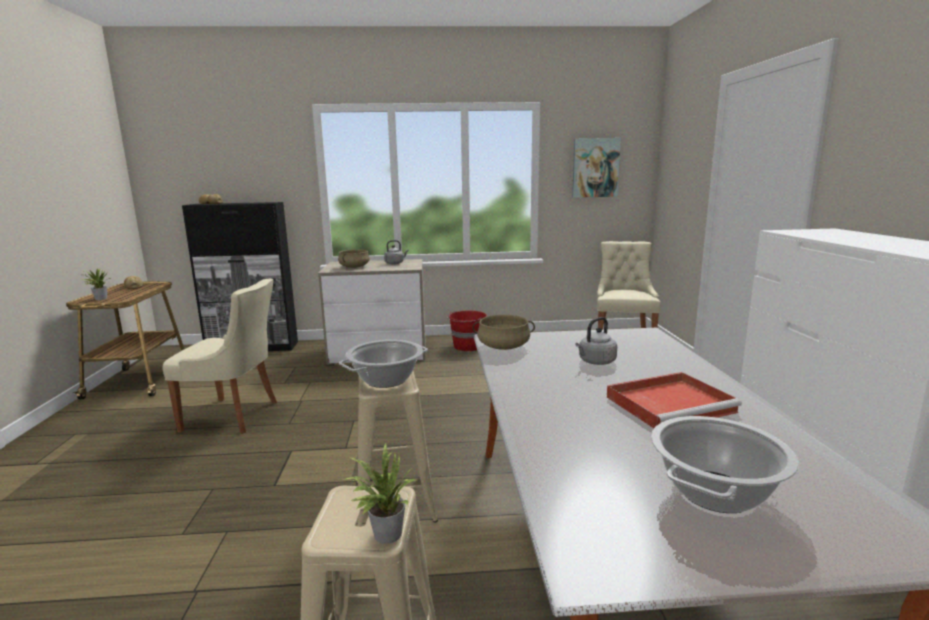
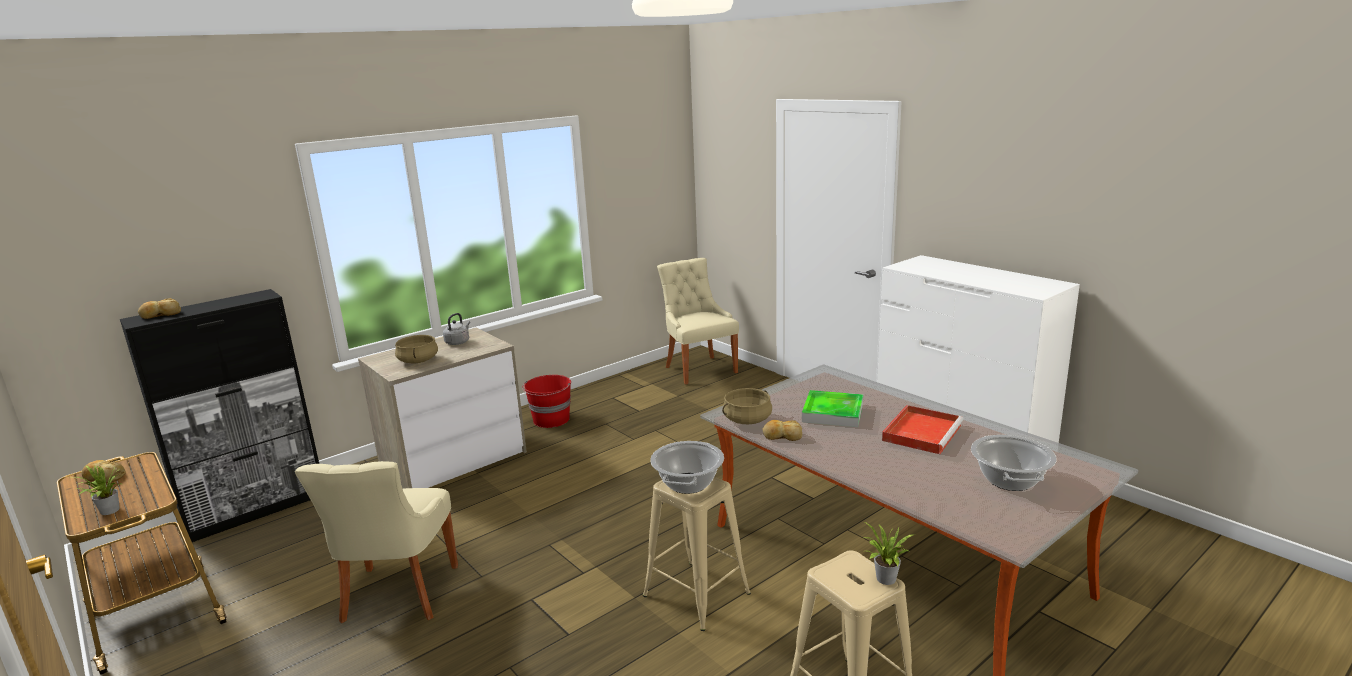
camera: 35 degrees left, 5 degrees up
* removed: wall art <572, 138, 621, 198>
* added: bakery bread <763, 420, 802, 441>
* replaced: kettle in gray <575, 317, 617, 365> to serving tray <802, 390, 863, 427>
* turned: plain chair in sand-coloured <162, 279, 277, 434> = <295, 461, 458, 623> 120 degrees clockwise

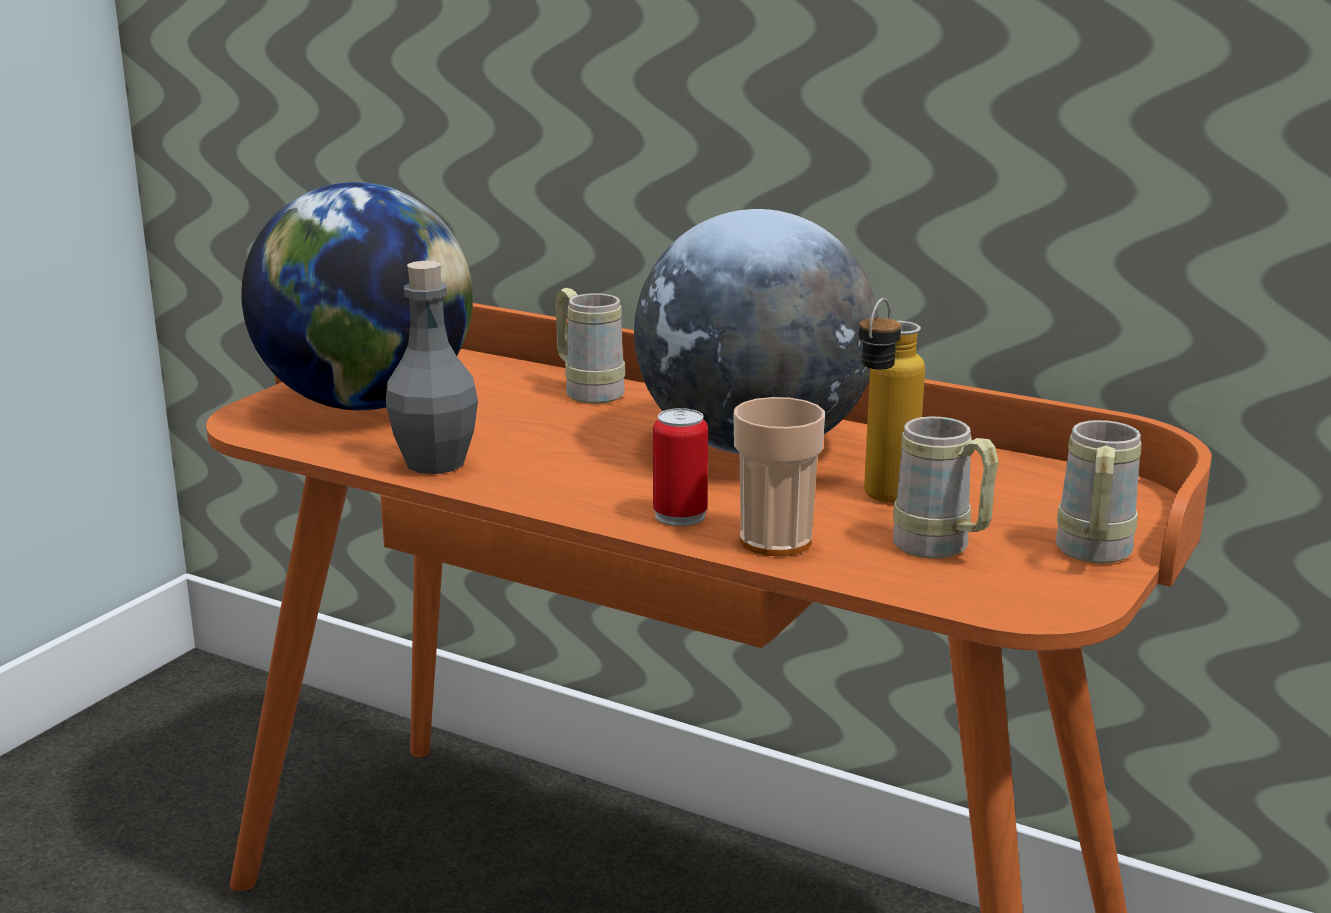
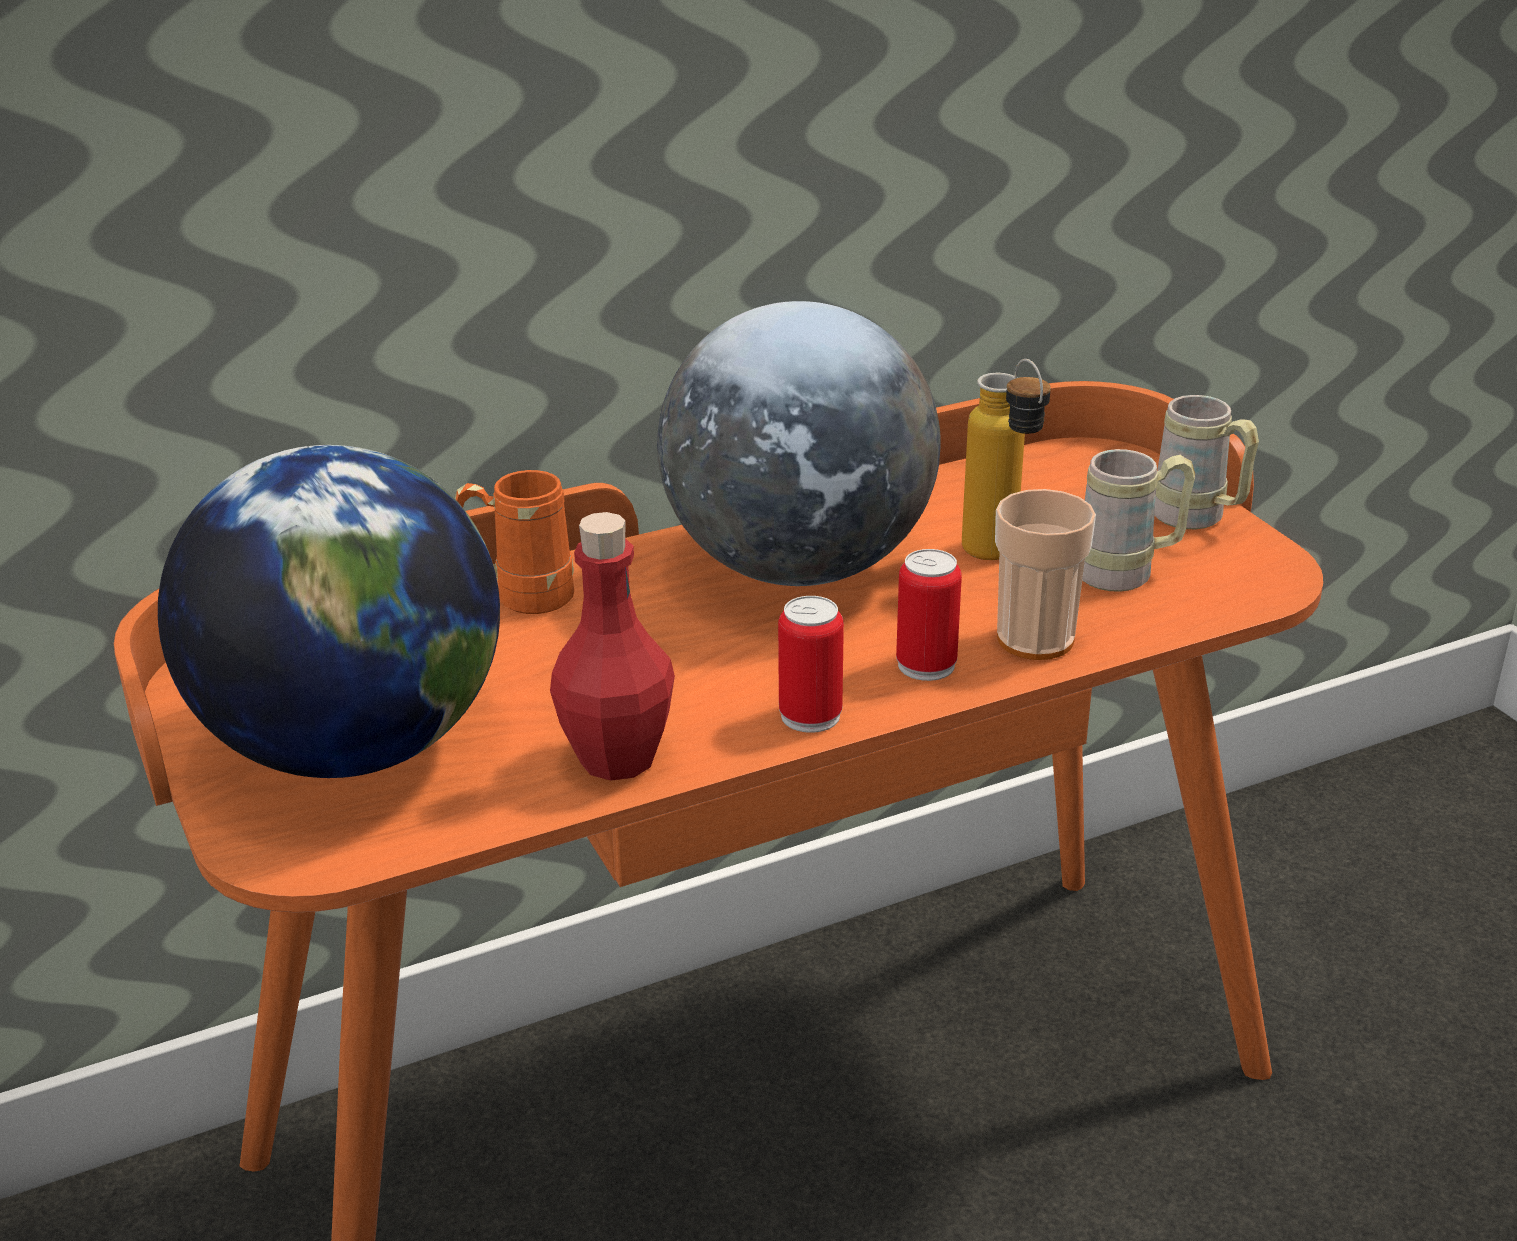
camera: 55 degrees left, 10 degrees up
* added: sealed can <778, 596, 844, 733>
* recoloured: drink bottle in gray <386, 261, 478, 474> to drink bottle in reddish <550, 512, 675, 781>
* recoloured: coffee mug in sand-coloured <555, 288, 625, 404> to coffee mug in orangey <455, 470, 574, 614>

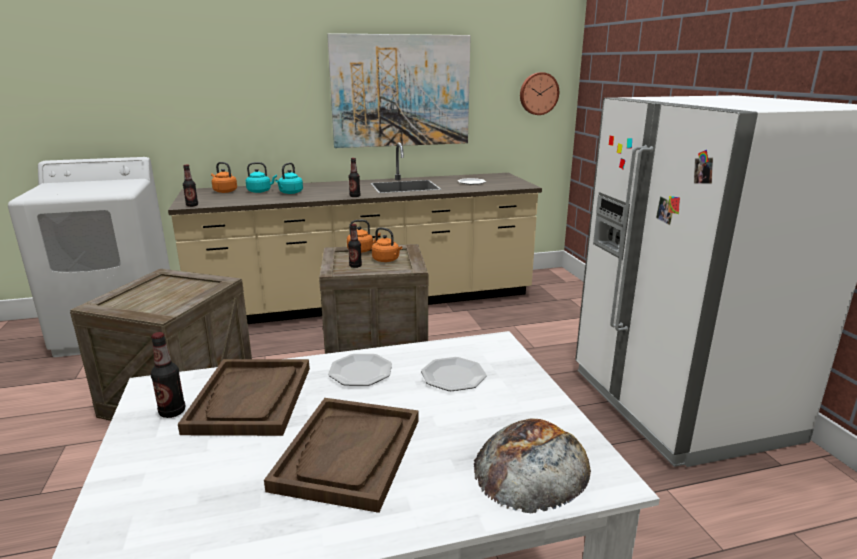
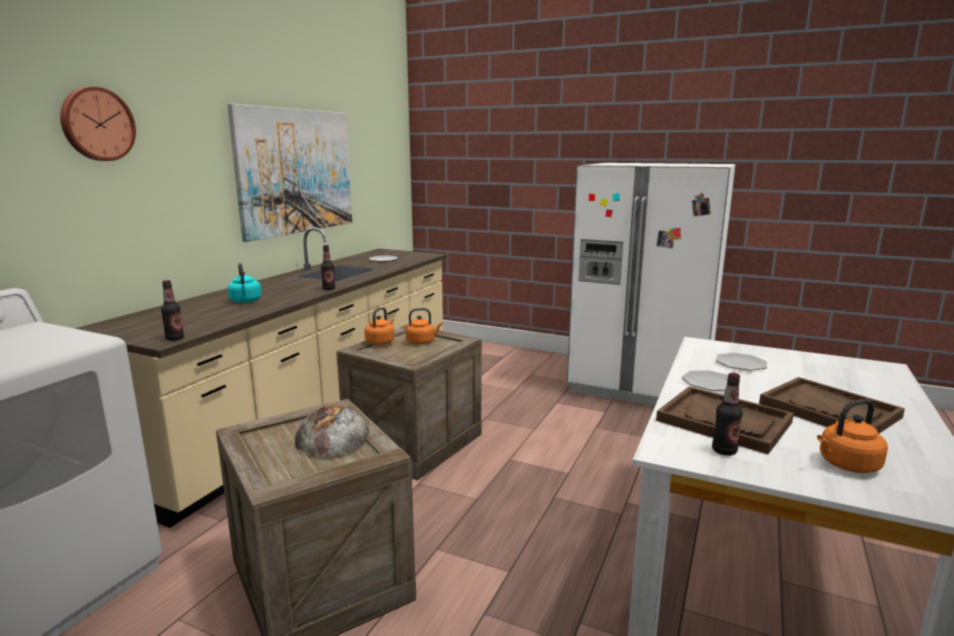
camera: 50 degrees left, 5 degrees down
* removed: kettle in blue-green <246, 162, 277, 193>
* removed: drink bottle <348, 224, 362, 268>
* moved: kettle in orangey <211, 162, 237, 193> to <817, 399, 888, 473>
* moved: bakery bread <474, 419, 591, 513> to <295, 406, 369, 457>
* moved: clock on the wall <520, 72, 559, 115> to <60, 87, 136, 161>

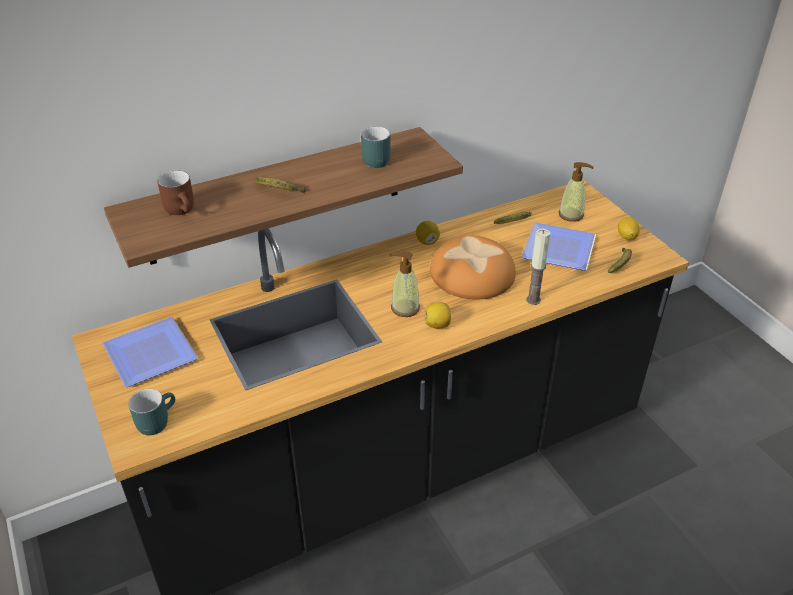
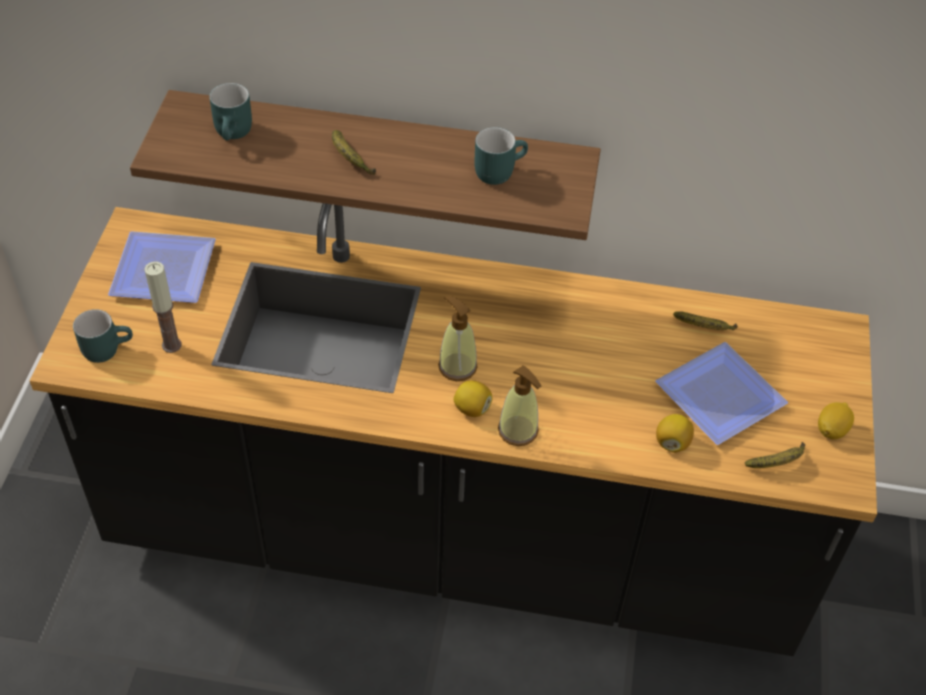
camera: 35 degrees right, 10 degrees up
* removed: bakery bread <430, 235, 516, 299>
* moved: citrus fruit <416, 221, 440, 245> to <656, 414, 694, 453>
* moved: wax candle <526, 229, 550, 305> to <144, 262, 182, 353>
* moved: soap dispenser <558, 162, 593, 222> to <498, 365, 541, 446>
* recoloured: coffee mug in brownish <157, 171, 194, 215> to coffee mug in blue-green <209, 83, 252, 140>

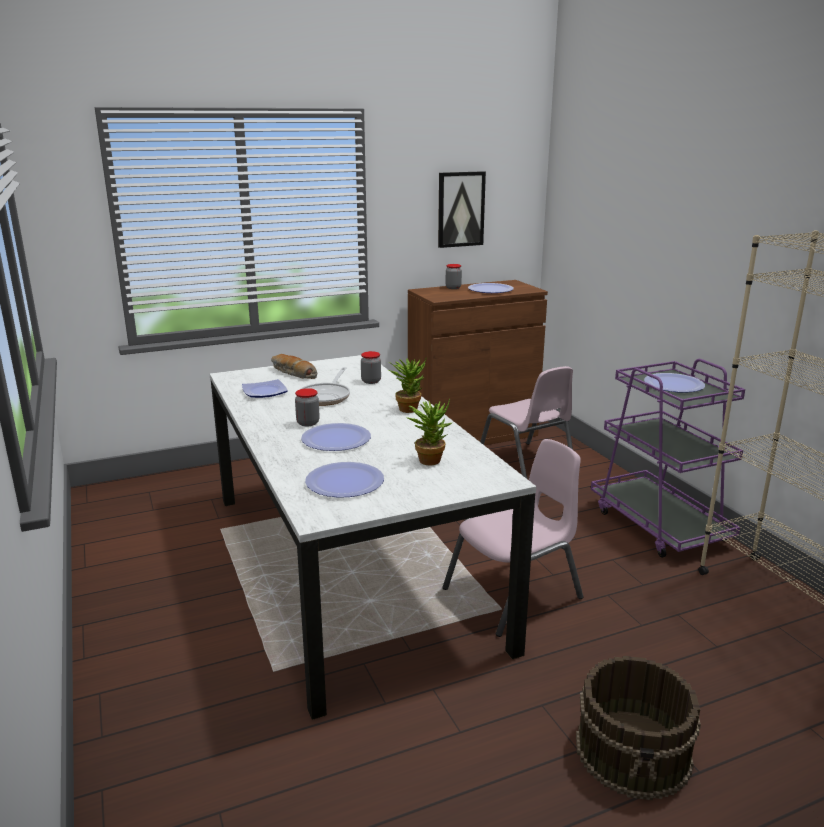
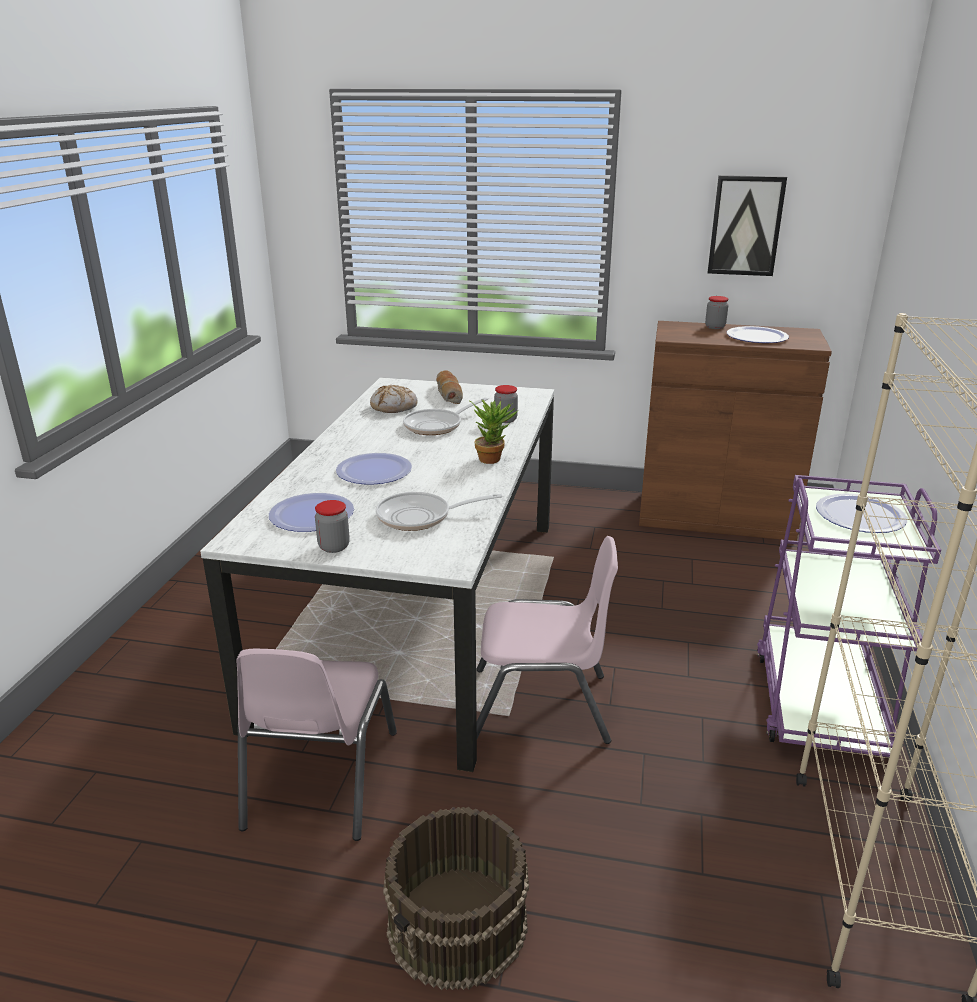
camera: 35 degrees right, 5 degrees up
* moved: preserve jar <295, 388, 320, 426> to <315, 500, 350, 553>
* moved: plain chair in pink-coloured <480, 366, 573, 479> to <236, 649, 397, 841>
* replaced: flat dish <242, 379, 288, 398> to bakery bread <370, 385, 417, 413>
* replaced: houseplant <406, 399, 452, 466> to pan <376, 492, 503, 531>

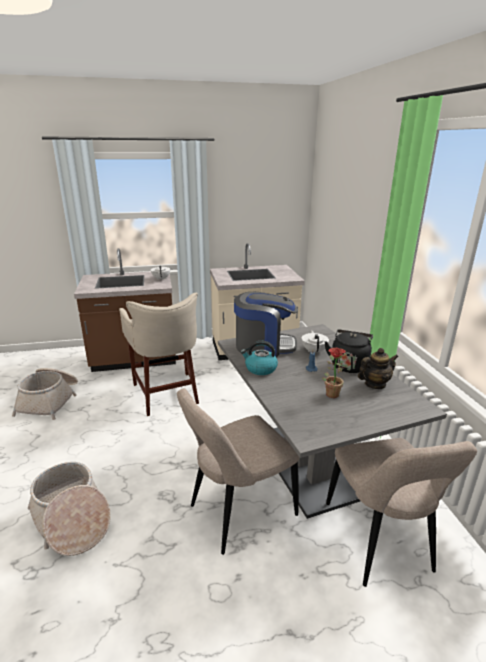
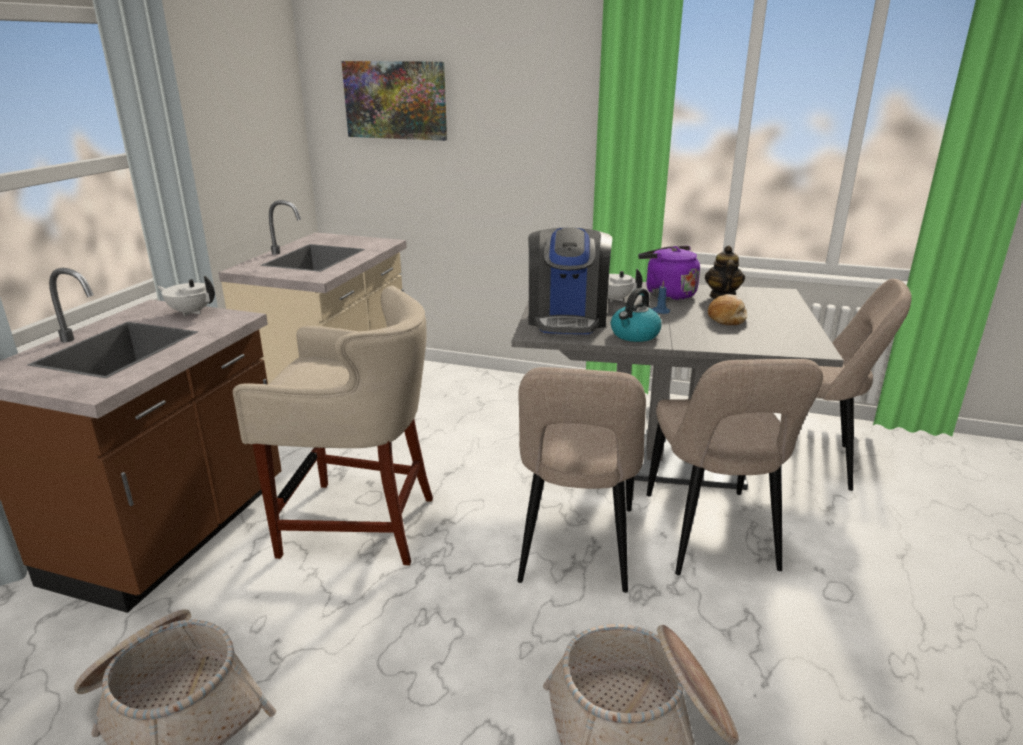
camera: 60 degrees left, 0 degrees up
* added: wall art <342, 61, 447, 141>
* added: plain chair in sand-coloured <518, 367, 646, 593>
* replaced: houseplant <322, 348, 348, 398> to bakery bread <708, 294, 748, 325>
* recoloured: kettle in black <324, 330, 373, 373> to kettle in purple-coloured <638, 246, 700, 300>
* turned: coffee machine <234, 292, 298, 357> = <528, 227, 612, 334> 150 degrees clockwise

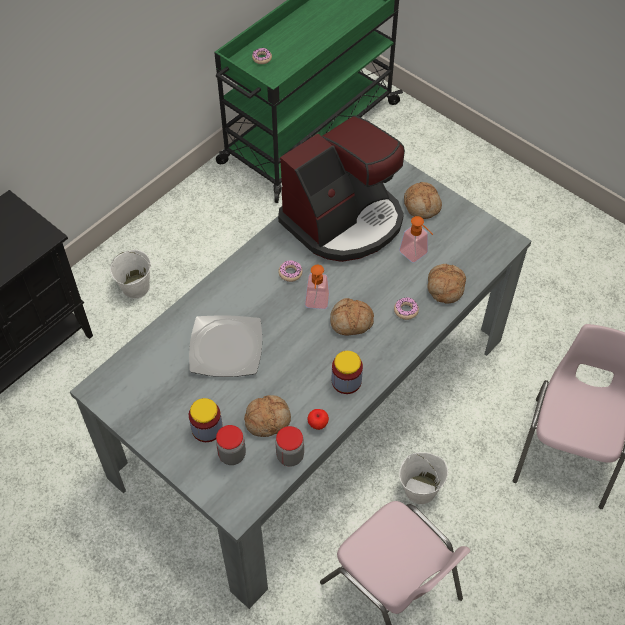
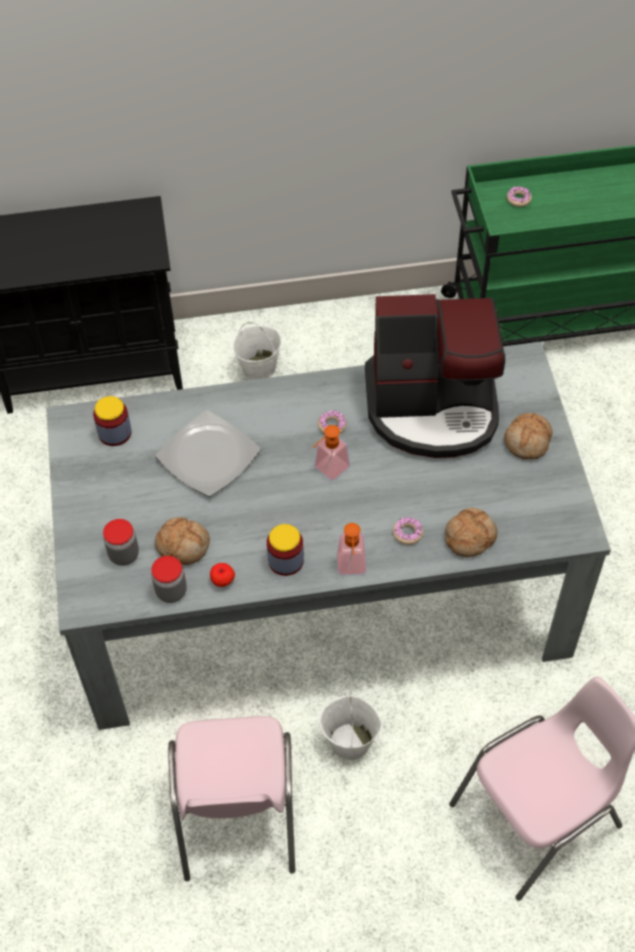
camera: 40 degrees right, 0 degrees up
* removed: bakery bread <330, 298, 374, 336>
* moved: preserve jar <189, 398, 223, 442> to <93, 396, 132, 446>
* moved: soap dispenser <399, 216, 433, 263> to <337, 523, 367, 575>

